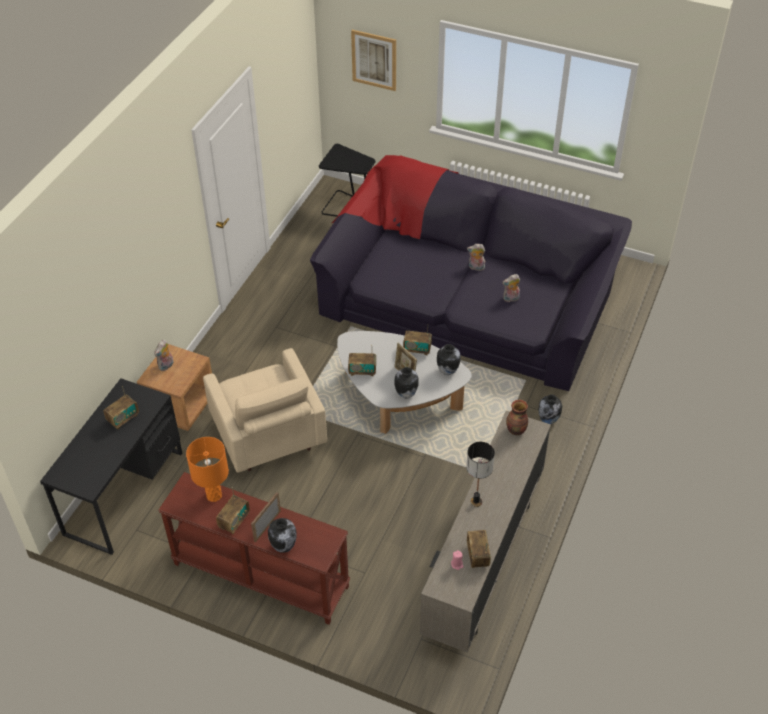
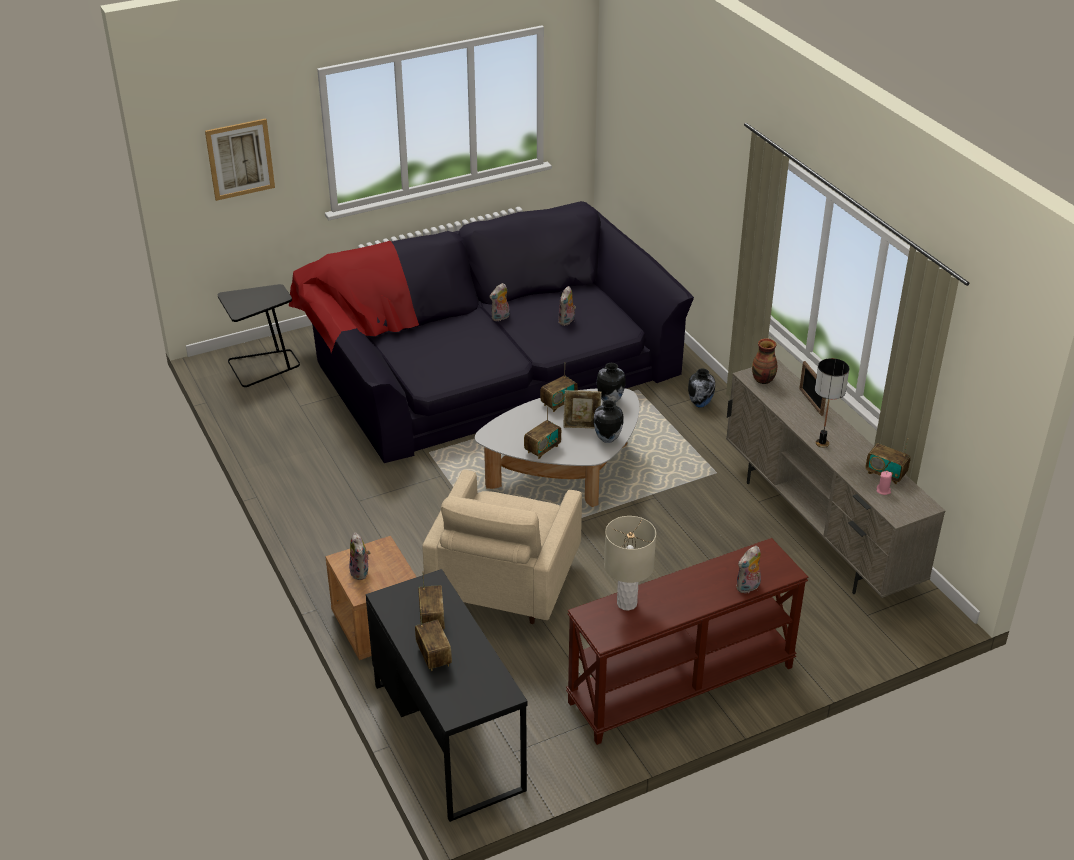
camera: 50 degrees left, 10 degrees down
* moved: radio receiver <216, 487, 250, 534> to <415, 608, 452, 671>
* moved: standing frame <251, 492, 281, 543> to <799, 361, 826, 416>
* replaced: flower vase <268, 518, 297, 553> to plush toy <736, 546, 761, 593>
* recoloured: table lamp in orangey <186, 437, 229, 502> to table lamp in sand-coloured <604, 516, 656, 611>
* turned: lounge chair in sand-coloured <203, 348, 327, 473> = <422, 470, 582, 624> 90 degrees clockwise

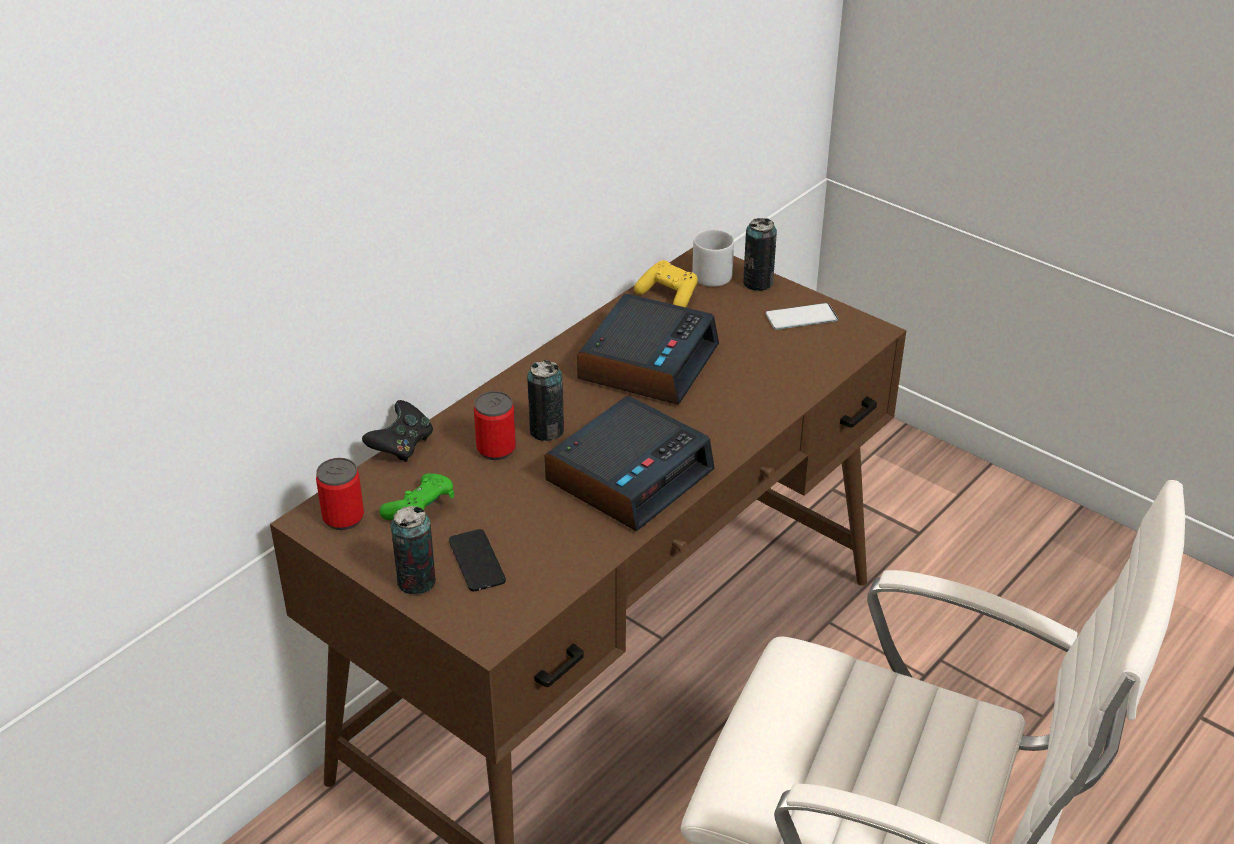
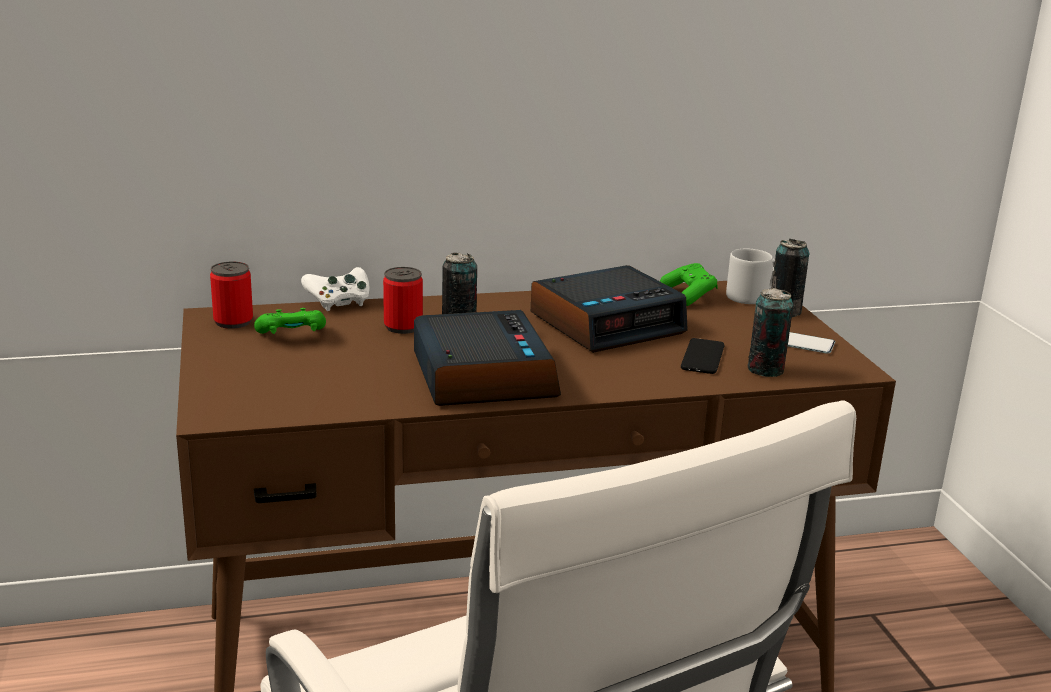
camera: 35 degrees right, 15 degrees down
* moved: sealed can <391, 506, 436, 595> to <747, 288, 793, 377>
* moved: telephone <449, 529, 506, 591> to <681, 338, 724, 374>
* recoloured: joypad in black <362, 400, 433, 462> to joypad in white <301, 267, 370, 311>
* recoloured: joypad in yellow-coloured <634, 260, 698, 307> to joypad in greenish <660, 263, 718, 306>
* turned: table clock <545, 396, 715, 532> = <414, 310, 561, 406> 90 degrees counterclockwise

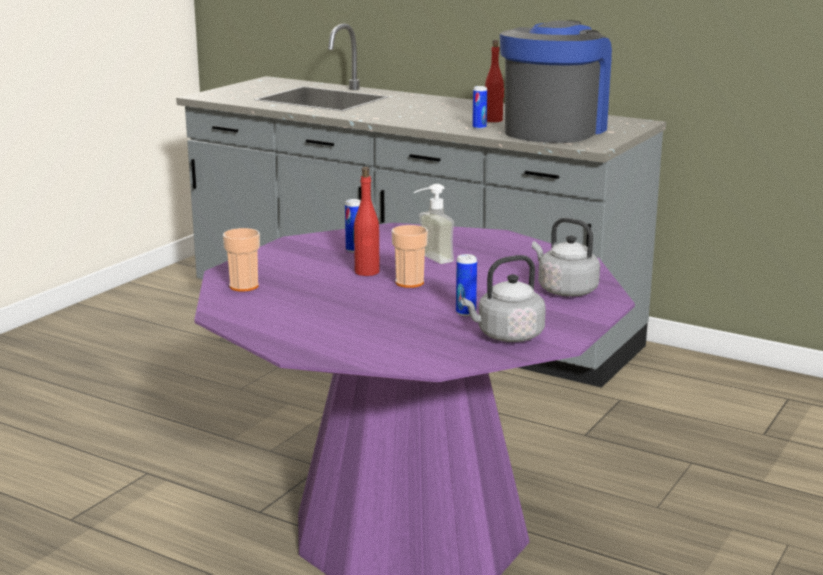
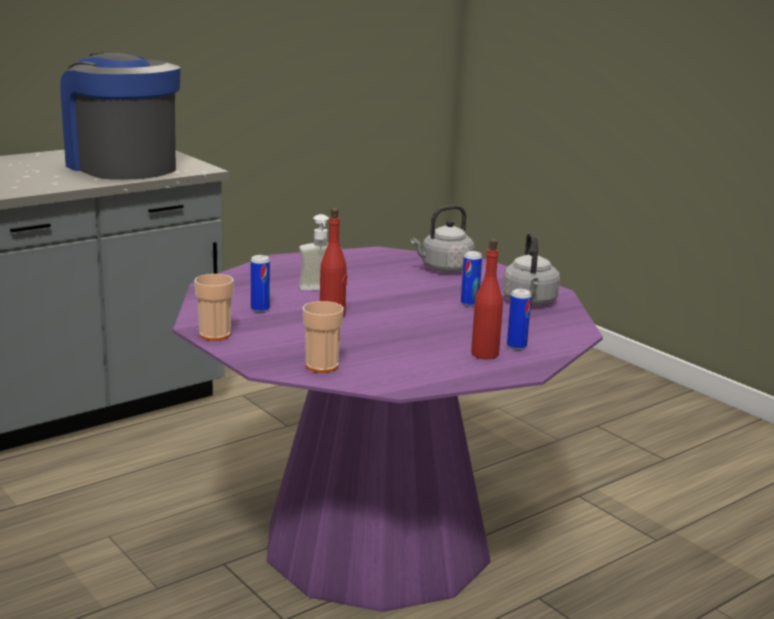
camera: 70 degrees left, 0 degrees up
* moved: cup <392, 225, 428, 288> to <194, 274, 234, 341>
* moved: sealed can <472, 86, 487, 129> to <507, 289, 531, 350>
* moved: drink bottle in reddish <485, 40, 504, 122> to <471, 239, 503, 359>

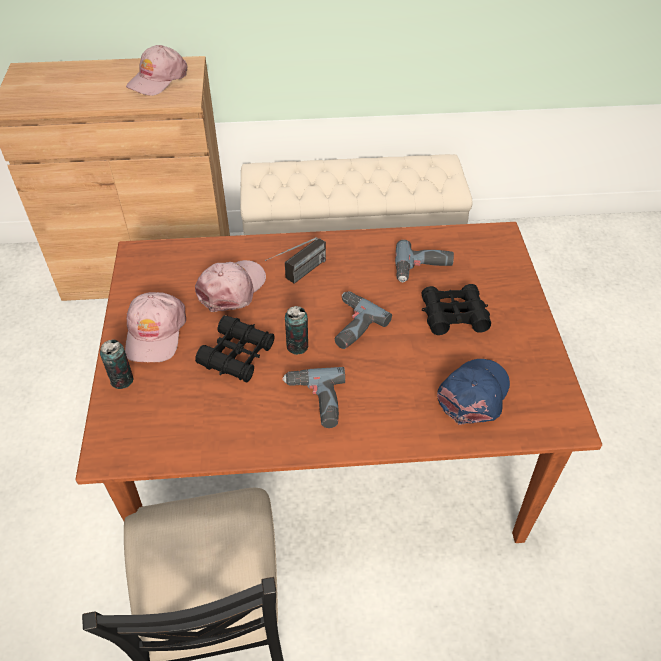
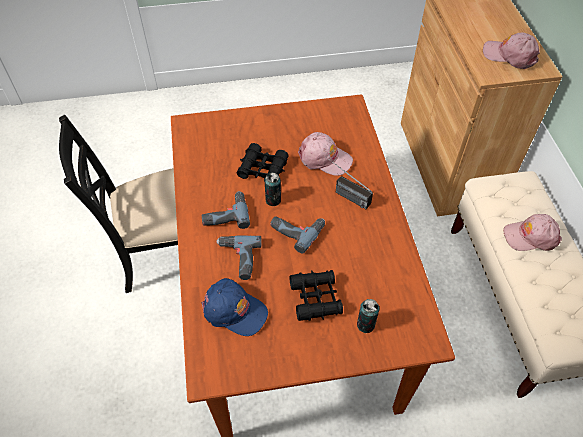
camera: 85 degrees right, 5 degrees up
* moved: sealed can <100, 339, 134, 389> to <357, 299, 379, 333>
* moved: baseball cap in pink-coloured <125, 292, 186, 362> to <503, 214, 562, 251>
* moved: power drill <395, 240, 454, 282> to <216, 236, 262, 280>

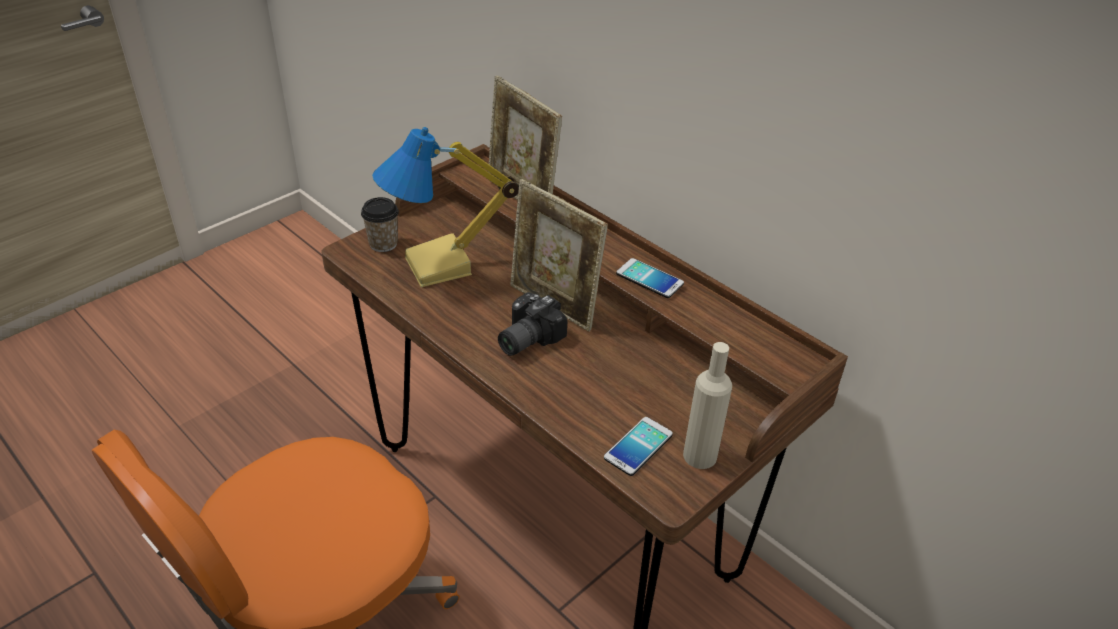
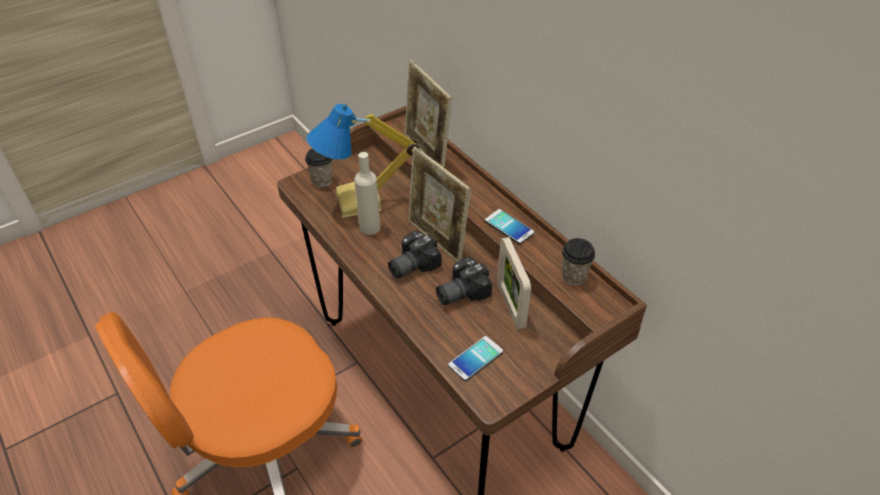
camera: 10 degrees right, 5 degrees up
* added: photo camera <436, 257, 492, 305>
* added: standing frame <497, 237, 531, 330>
* added: cup <561, 238, 595, 285>
* moved: drink bottle in sand-coloured <683, 342, 732, 469> to <354, 152, 381, 235>

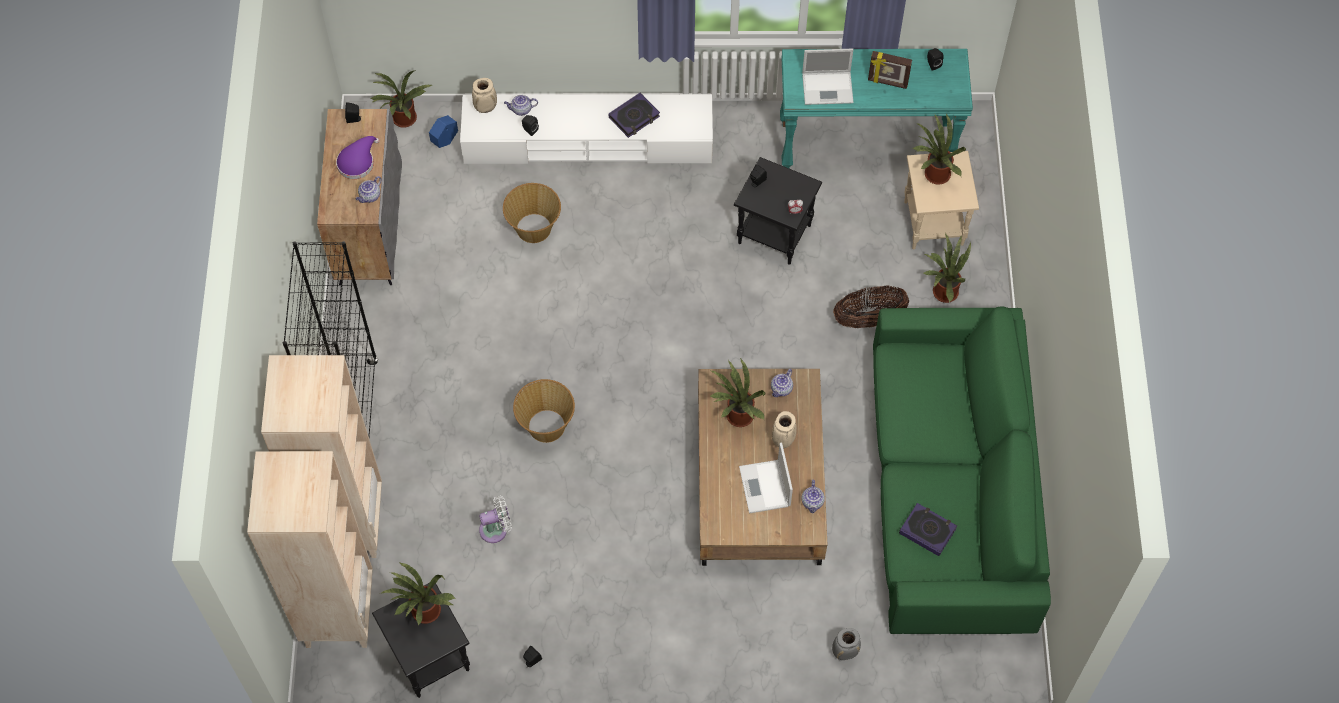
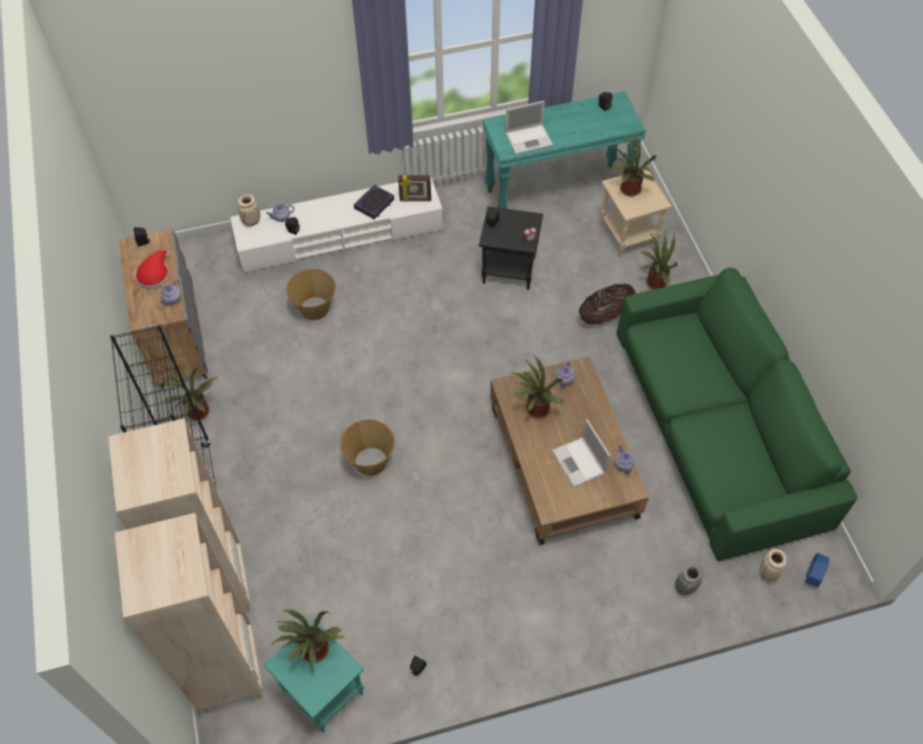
camera: 15 degrees left, 5 degrees down
* removed: electric fan in white <479, 496, 512, 543>
* removed: book <899, 503, 957, 556>
* moved: houseplant <370, 70, 432, 128> to <163, 366, 220, 421>
* moved: planter in bluish <429, 115, 458, 148> to <805, 553, 829, 587>
* moved: flower vase in sand-coloured <772, 411, 797, 448> to <760, 548, 786, 581>
* moved: standing frame <868, 51, 912, 89> to <398, 175, 431, 202>
* recoloured: wearable hat in purple-coloured <336, 136, 379, 179> to wearable hat in reddish <136, 250, 170, 289>
* recoloured: accent table in black <372, 583, 470, 698> to accent table in blue-green <264, 619, 364, 732>

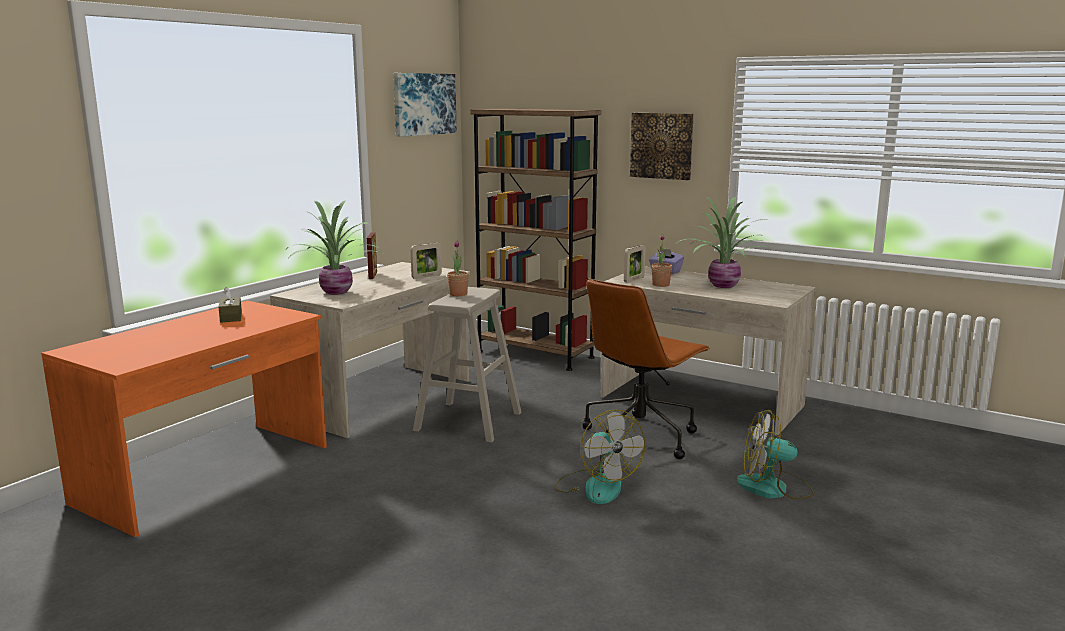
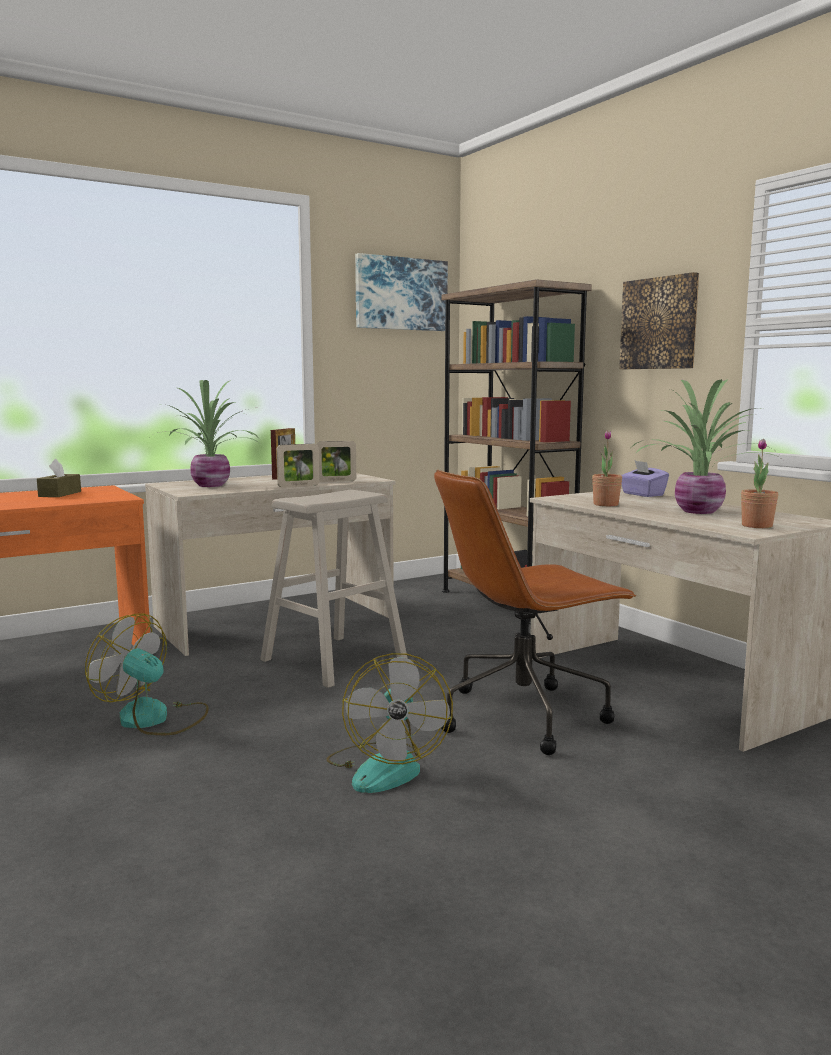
camera: 25 degrees right, 5 degrees down
* moved: houseplant <447, 241, 469, 296> to <741, 439, 778, 528>
* moved: standing frame <624, 245, 646, 283> to <277, 444, 319, 488>
* moved: electric fan <737, 410, 814, 500> to <85, 613, 209, 735>

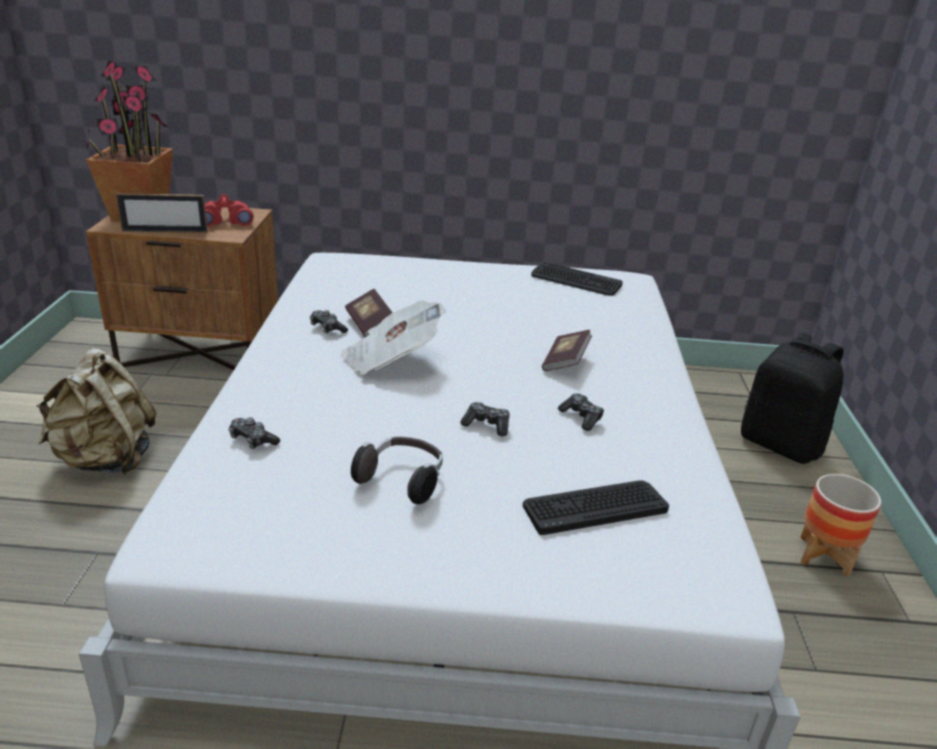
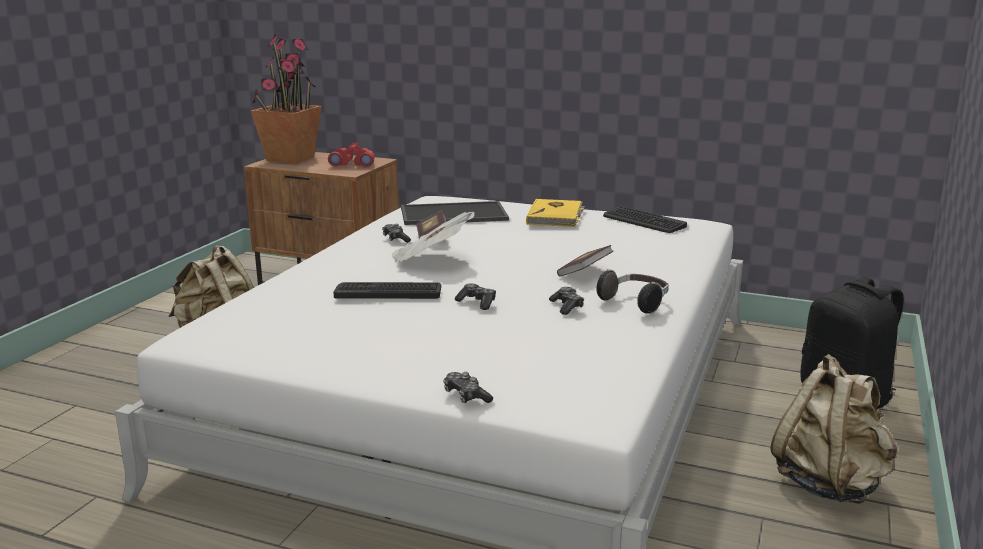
camera: 20 degrees right, 10 degrees down
* removed: standing frame <116, 193, 208, 233>
* added: serving tray <401, 201, 509, 225>
* added: book in yellow-coloured <526, 199, 585, 227>
* moved: joypad <228, 417, 280, 449> to <443, 372, 493, 403>
* moved: pair of headphones <351, 437, 443, 504> to <596, 269, 669, 314>
* moved: keyboard <523, 480, 669, 535> to <333, 282, 441, 299>
* replaced: planter <800, 474, 881, 577> to backpack in sand-coloured <770, 354, 897, 504>

